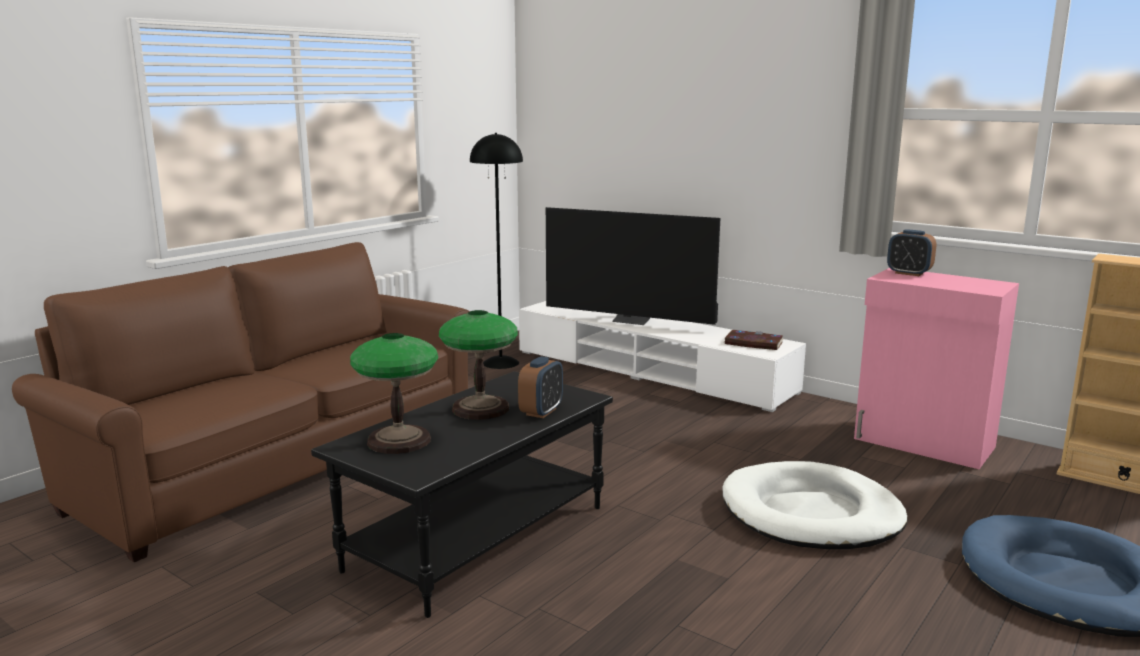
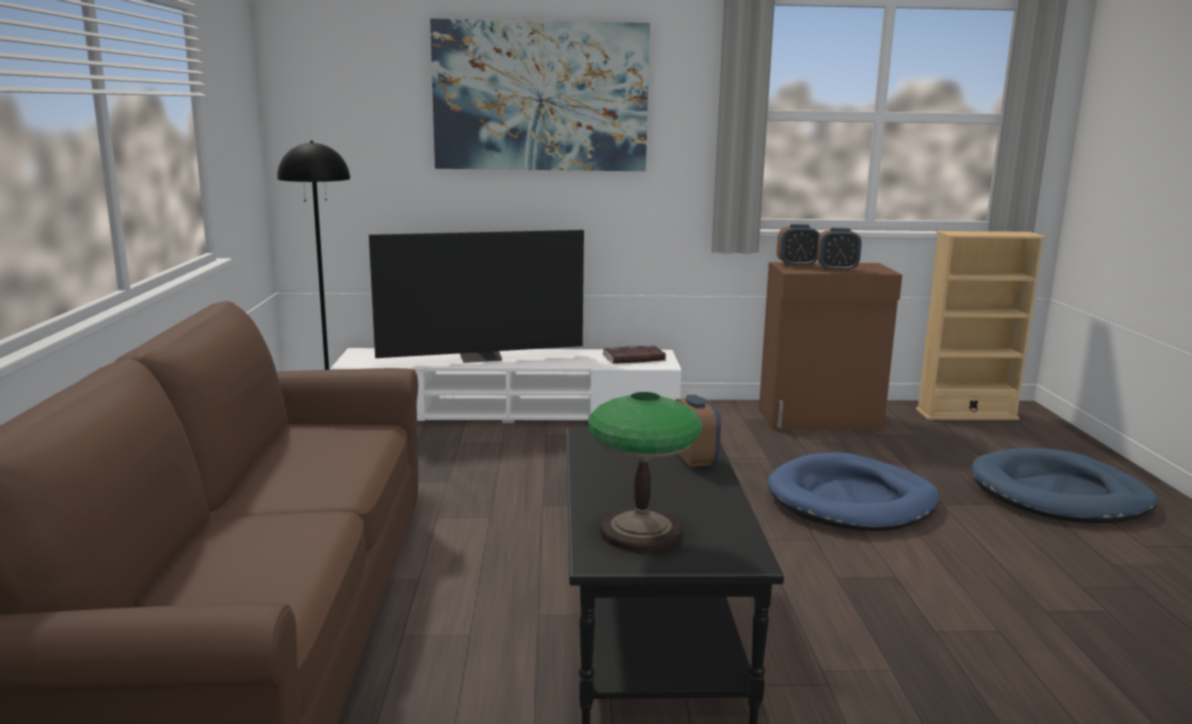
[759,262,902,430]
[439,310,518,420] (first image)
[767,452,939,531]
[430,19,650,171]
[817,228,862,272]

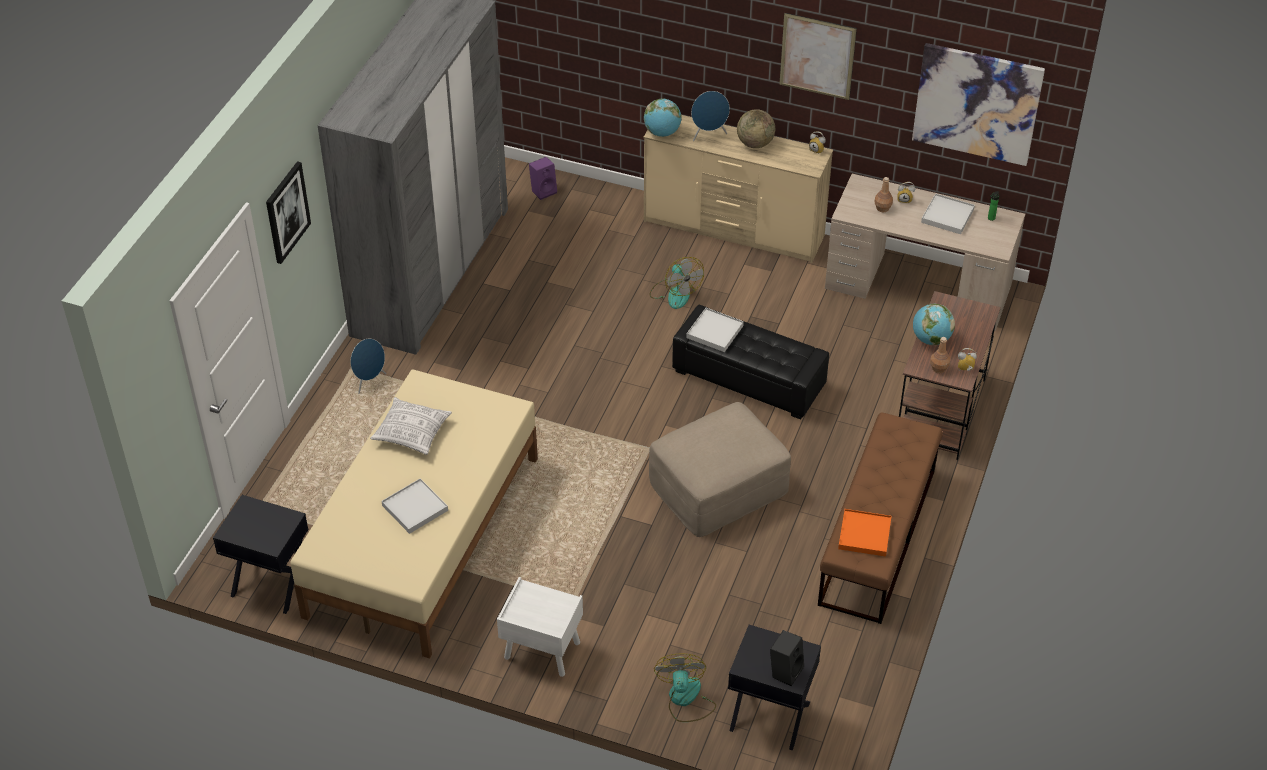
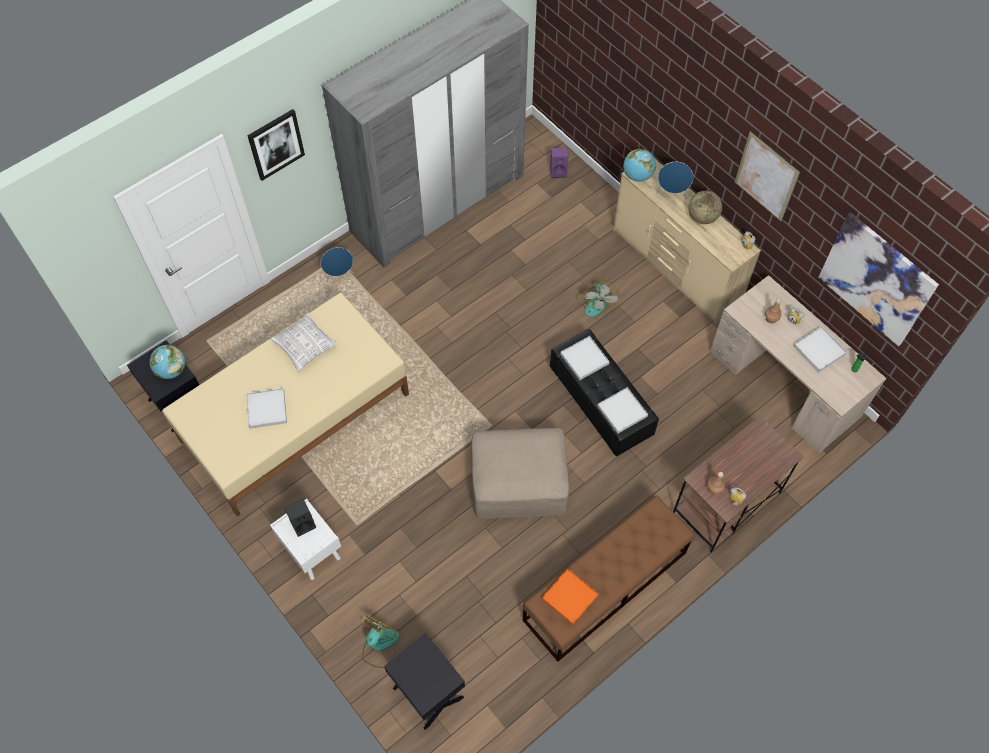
[149,345,185,379]
[285,499,316,537]
[597,387,648,434]

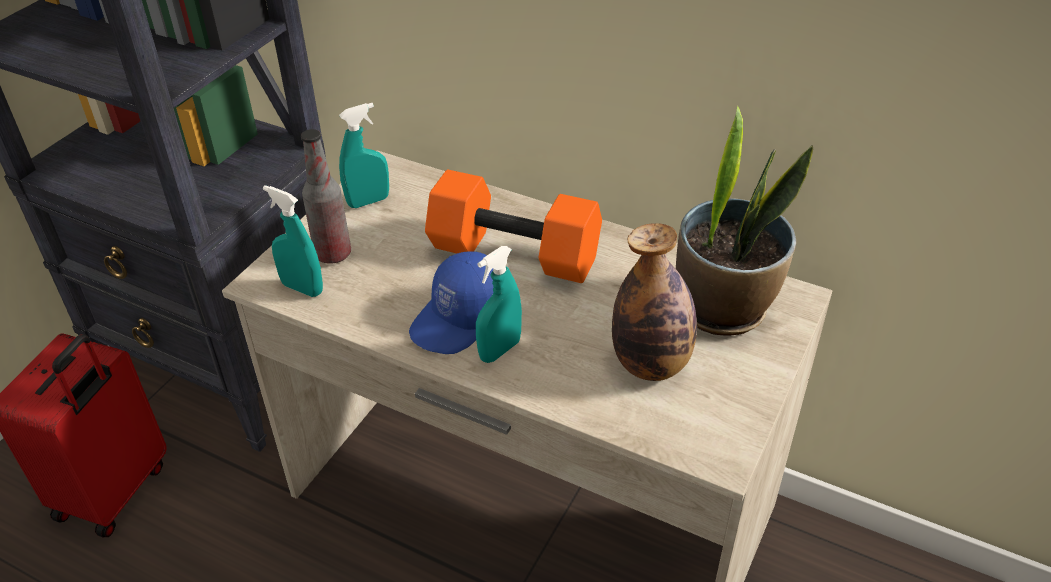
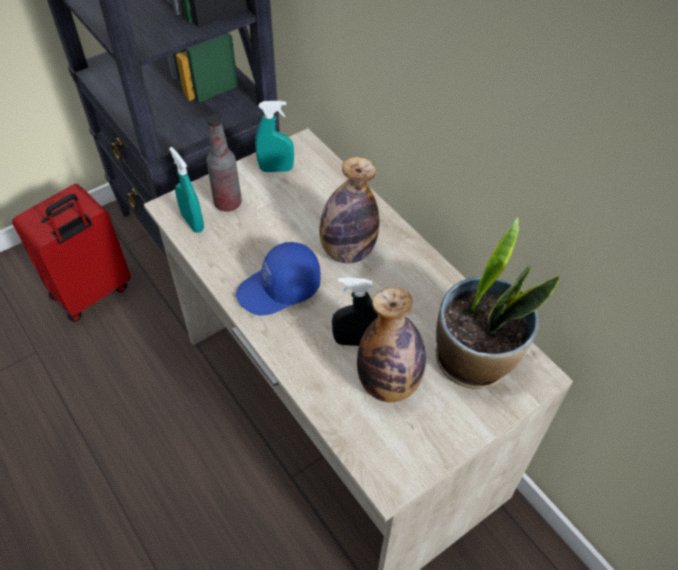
[319,157,379,264]
[476,246,522,363] (first image)
[332,277,378,346]

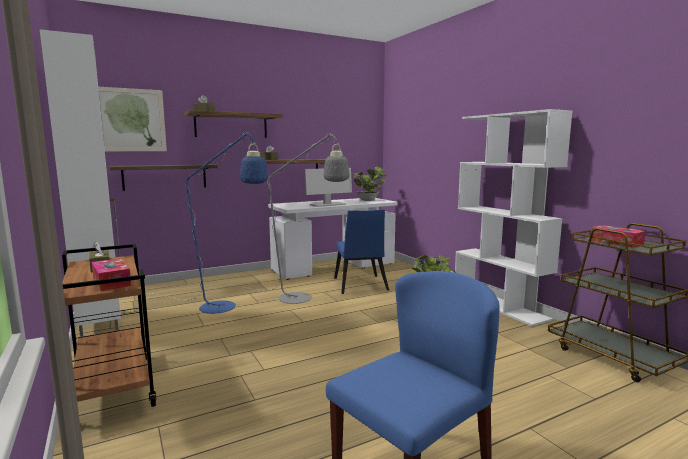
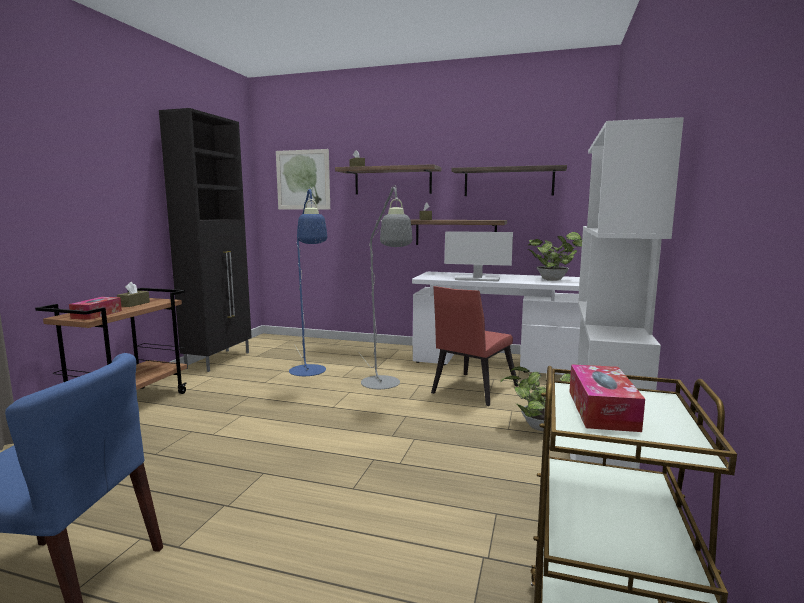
[159,108,252,372]
[451,165,567,196]
[431,286,519,406]

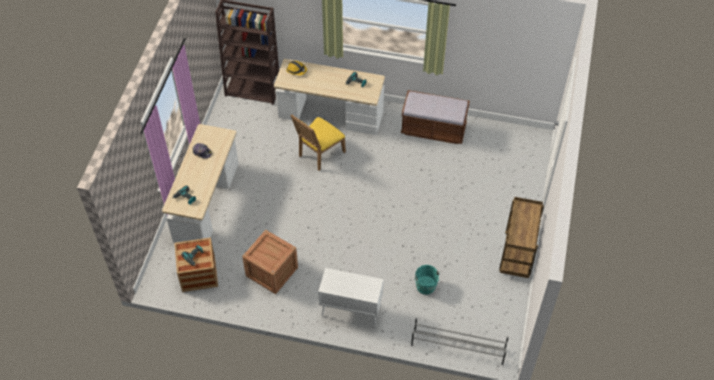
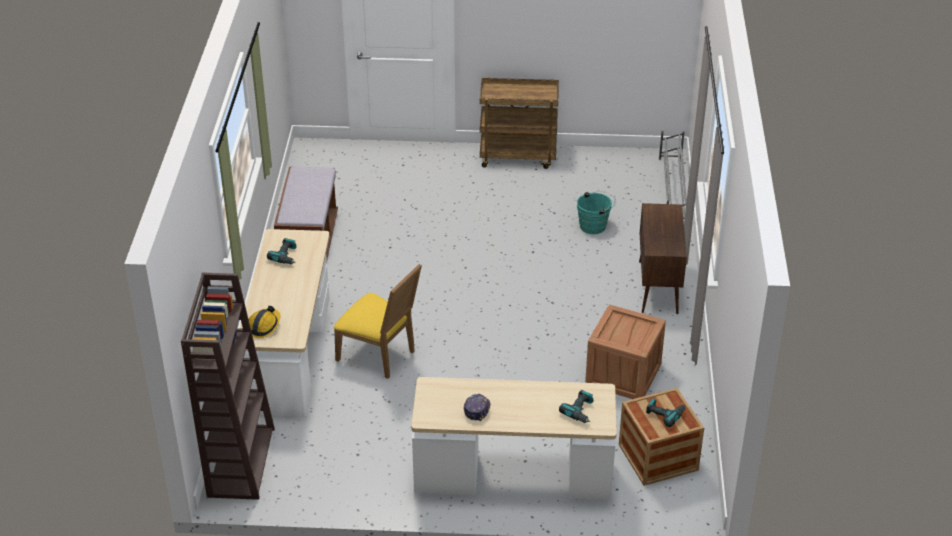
[639,203,687,314]

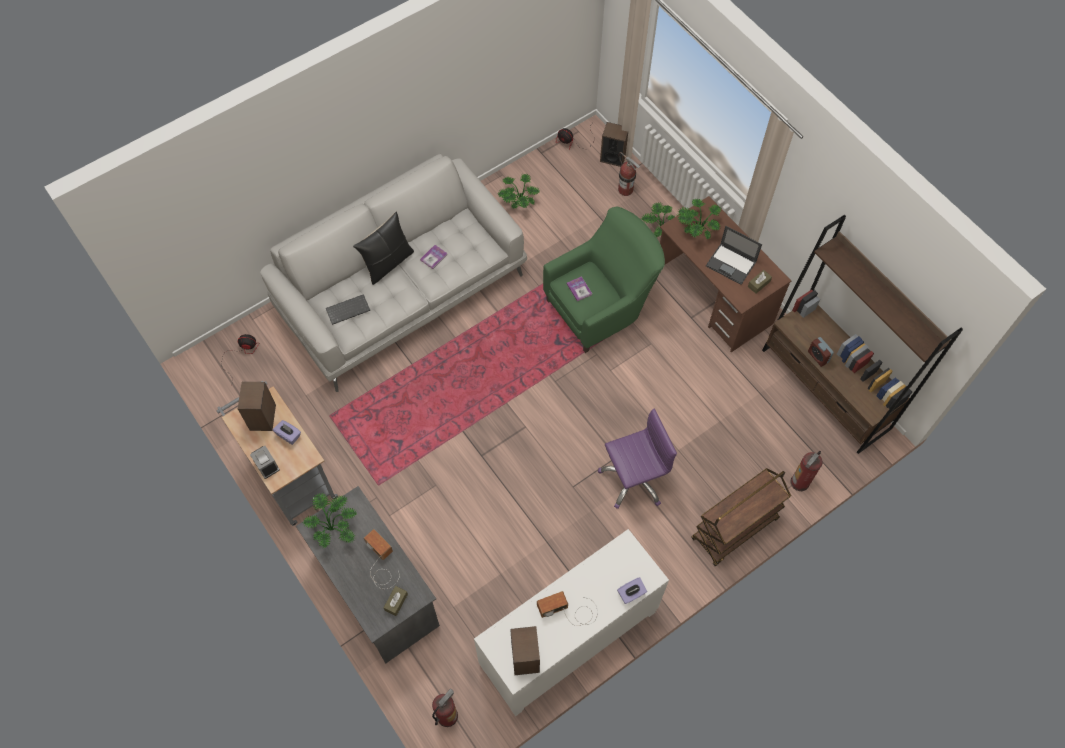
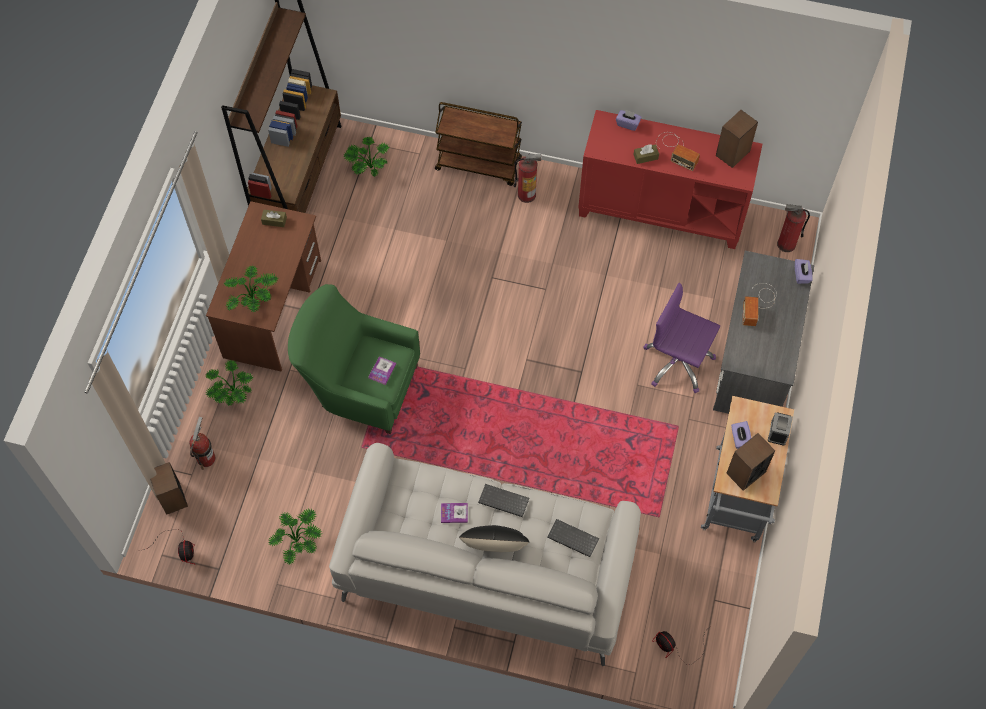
[706,226,762,285] (first image)
[808,337,834,367] (first image)
[644,283,720,393]
[514,154,541,203]
[343,137,389,177]
[578,110,762,249]
[633,144,659,164]
[795,259,813,284]
[478,484,529,517]

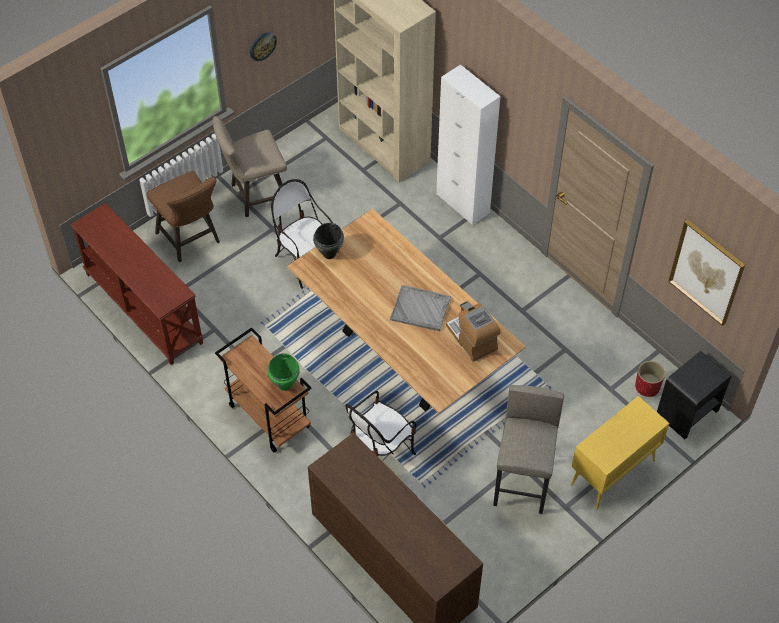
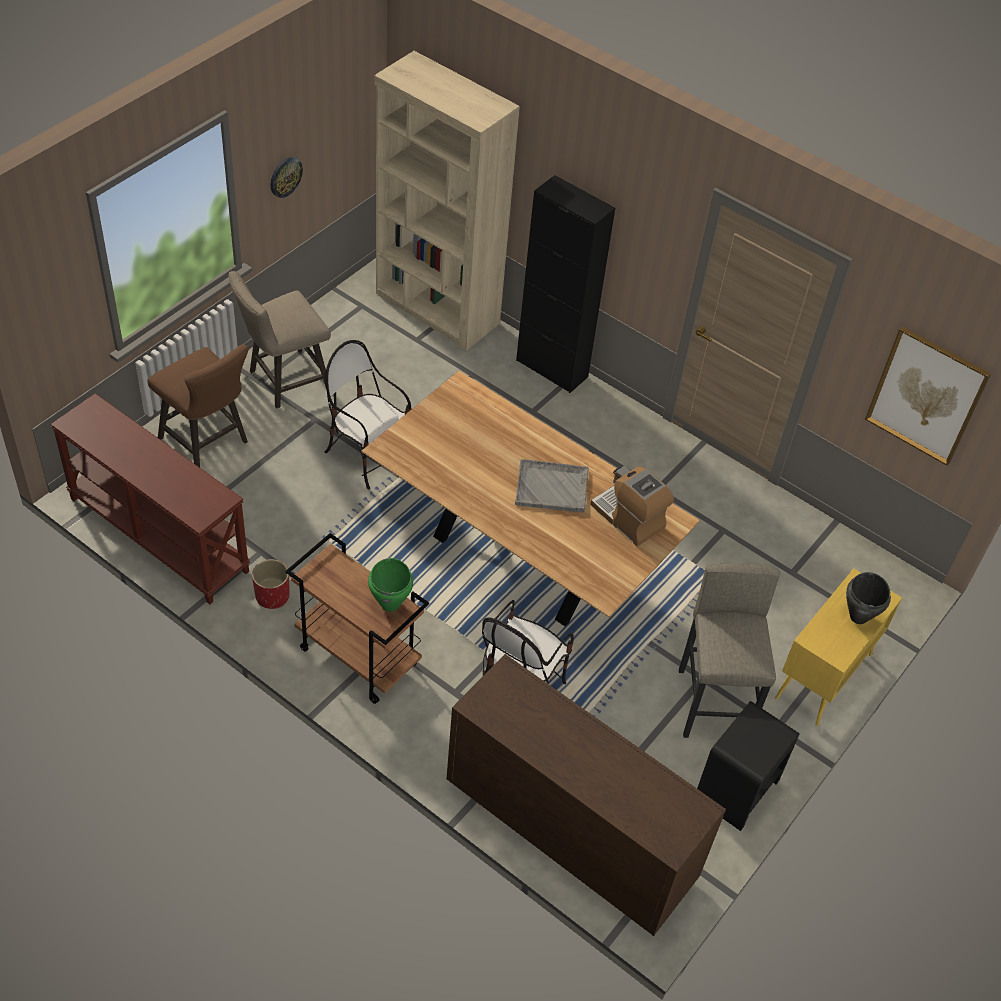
[516,175,615,393]
[846,572,891,624]
[697,701,800,831]
[252,559,289,609]

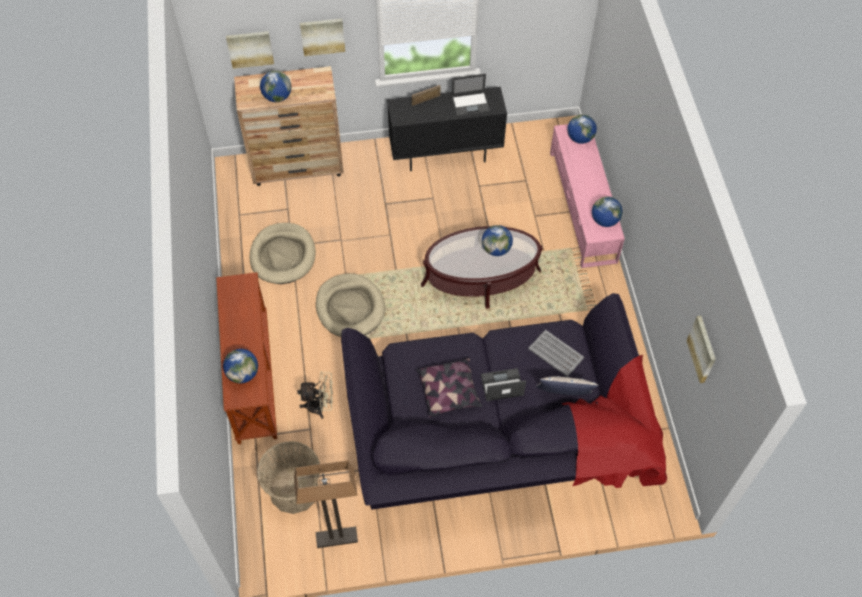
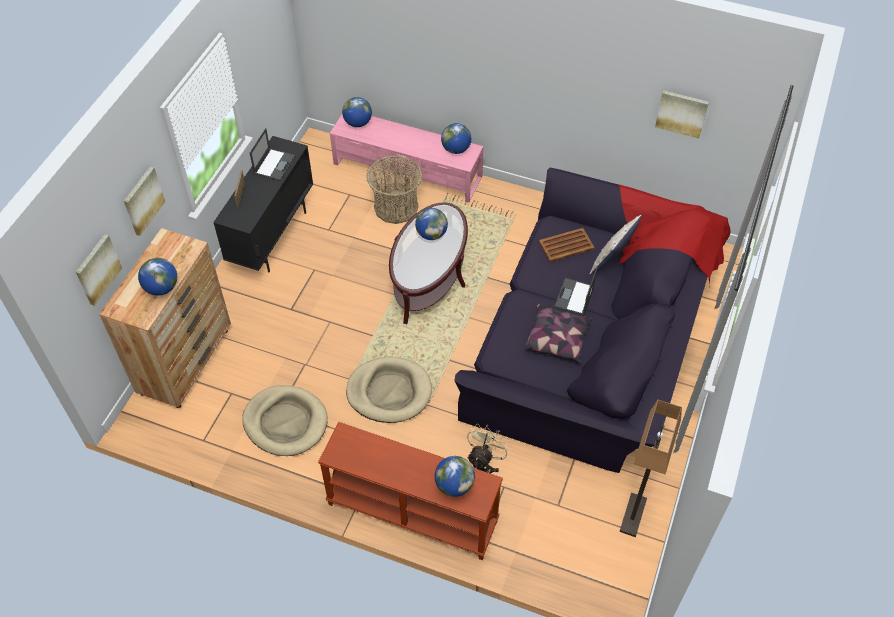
[539,228,595,262]
[366,155,422,224]

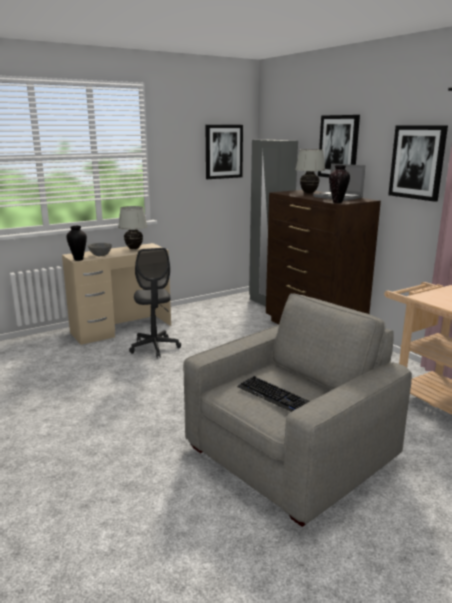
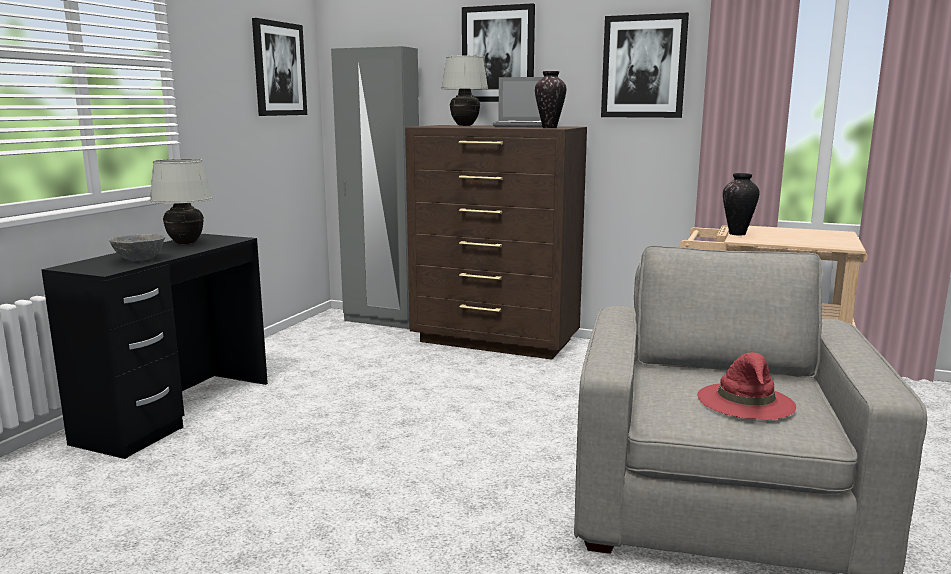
[723,173,760,235]
[41,234,268,459]
[129,248,181,358] (first image)
[697,353,796,420]

